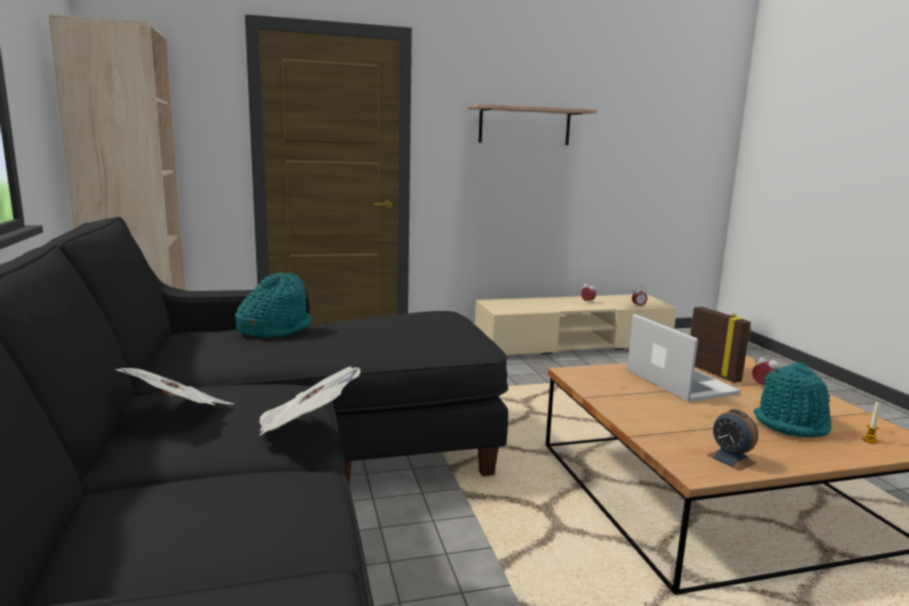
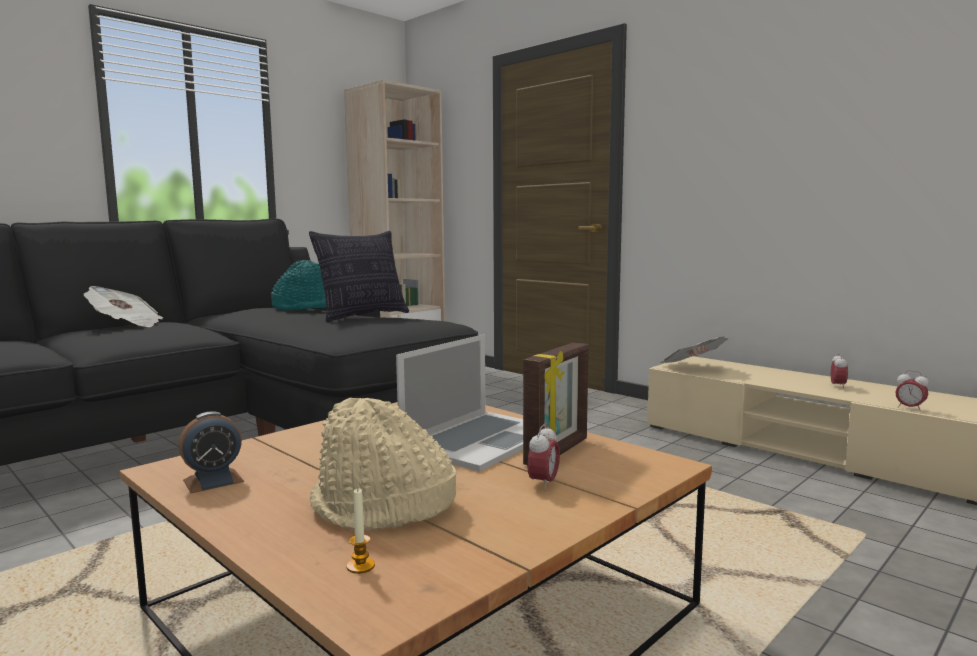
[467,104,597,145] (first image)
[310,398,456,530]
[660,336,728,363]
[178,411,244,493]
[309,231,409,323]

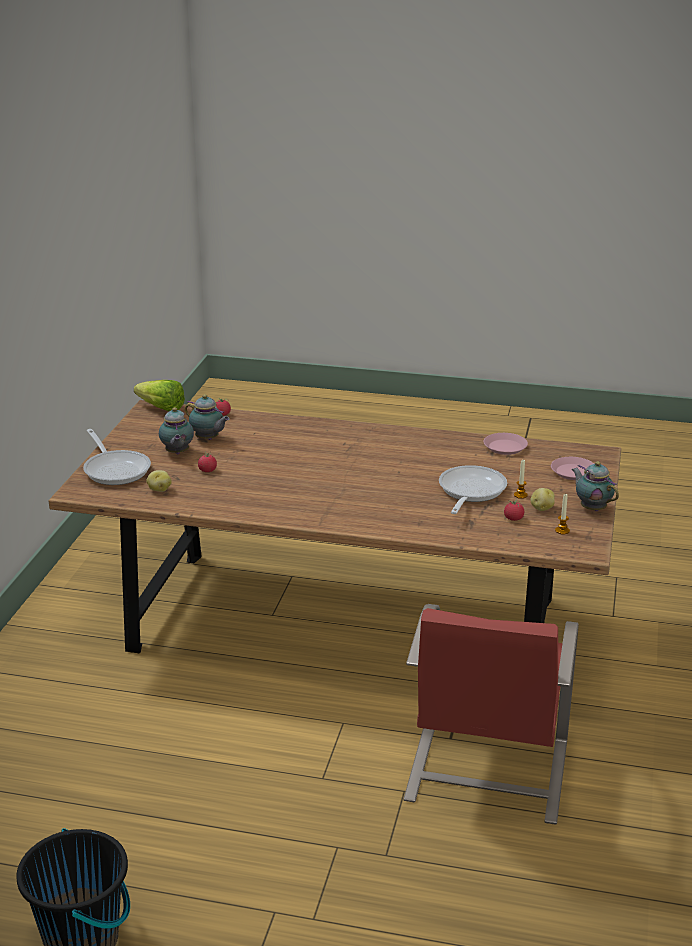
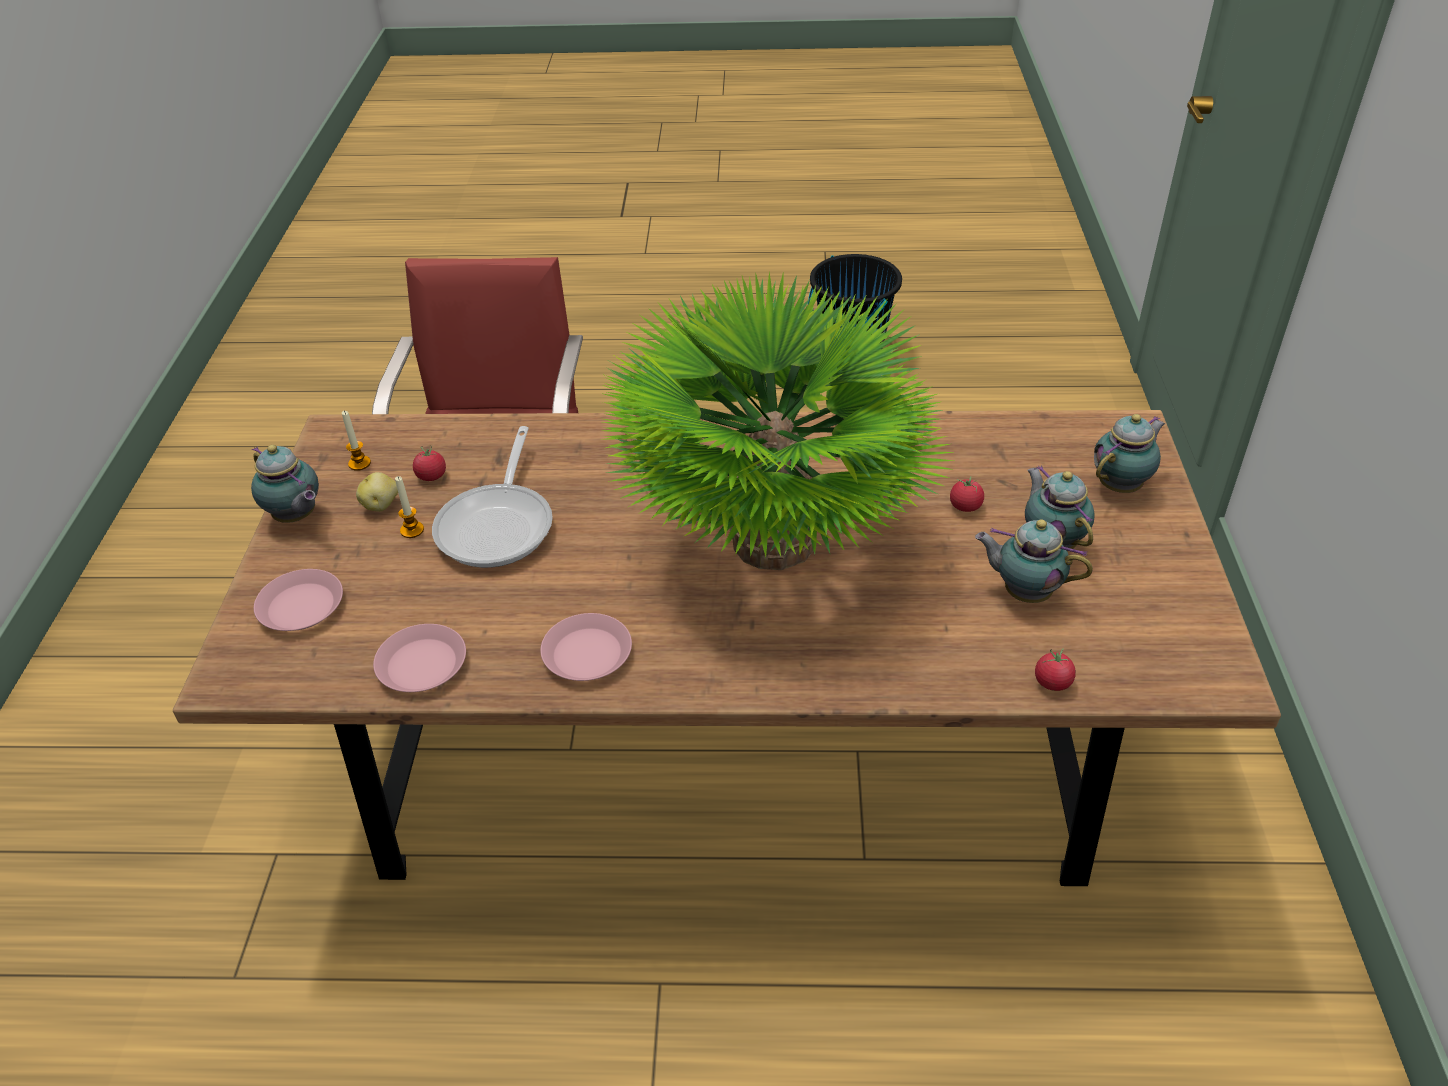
[134,380,185,411] (first image)
[1094,414,1165,493]
[146,470,172,492] (first image)
[601,271,954,570]
[540,613,632,681]

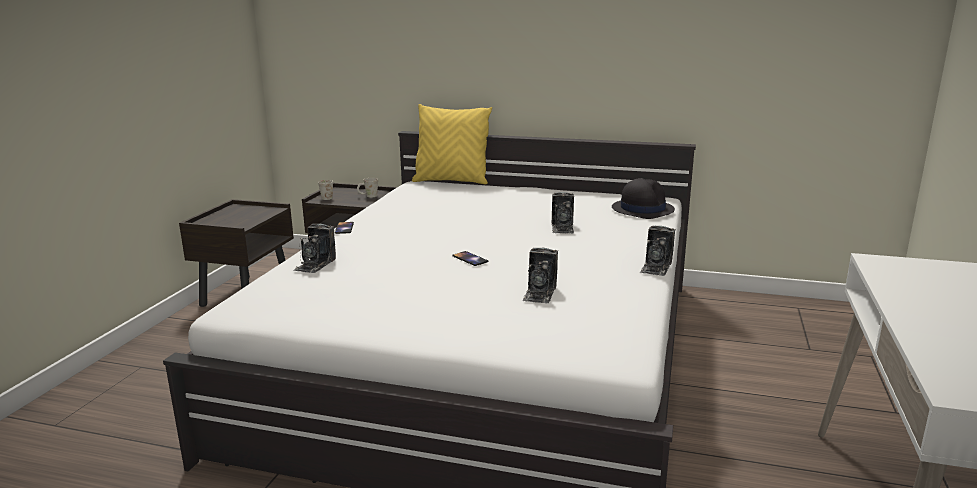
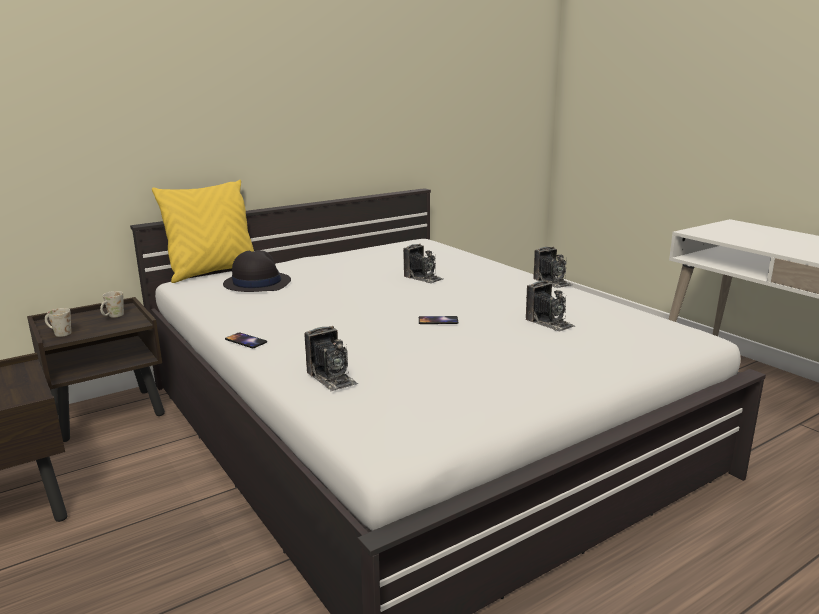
[223,250,291,292]

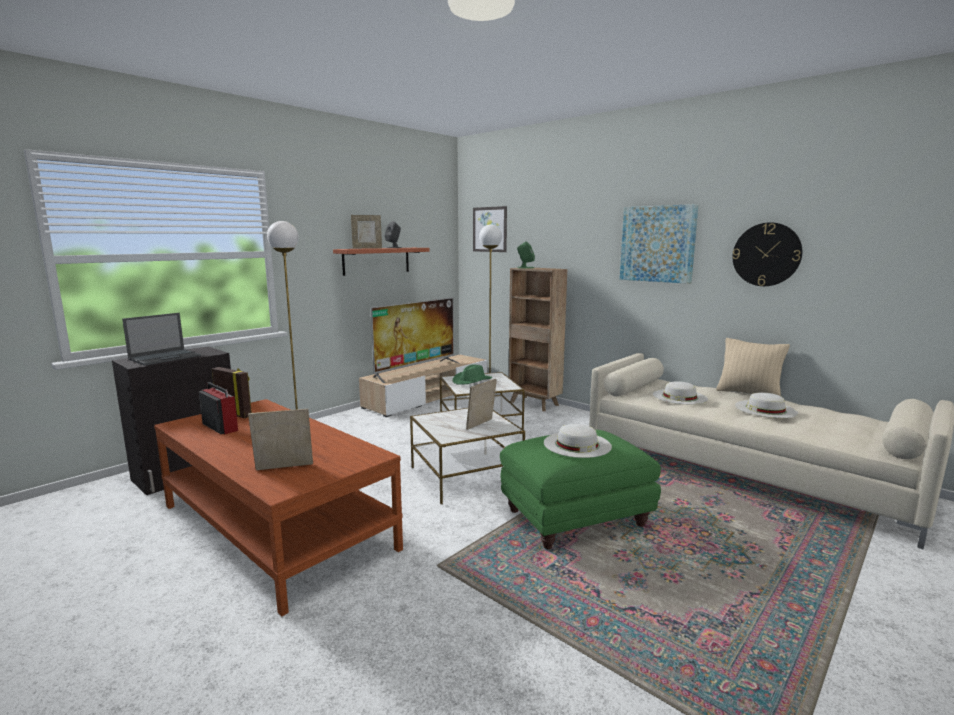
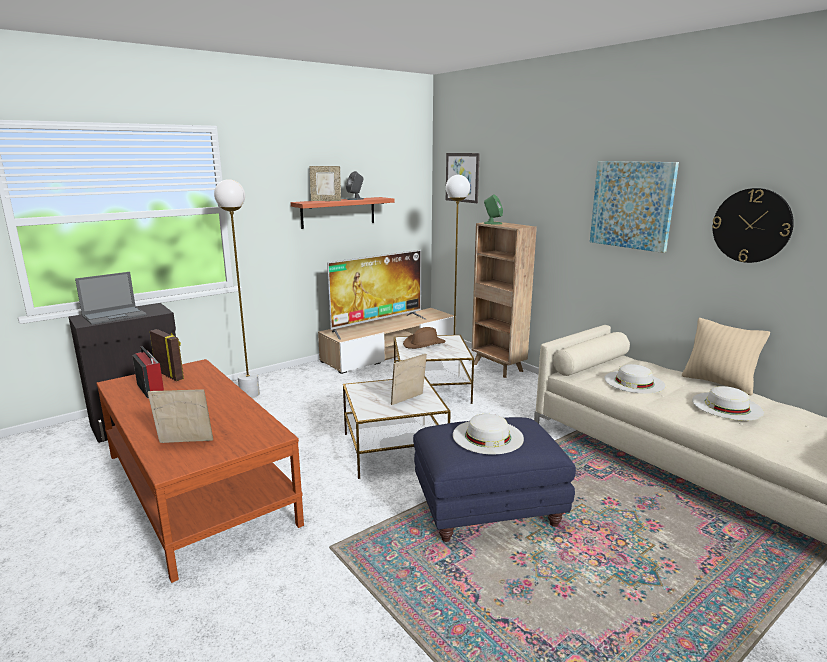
[403,327,446,349]
[413,417,576,542]

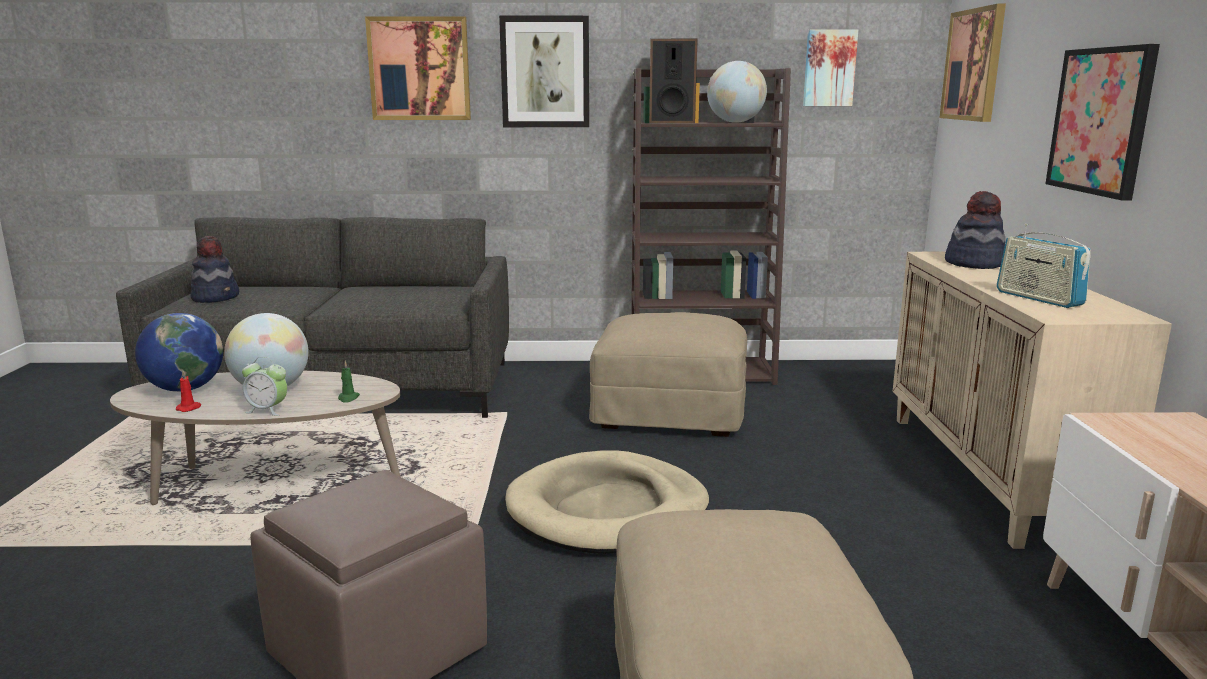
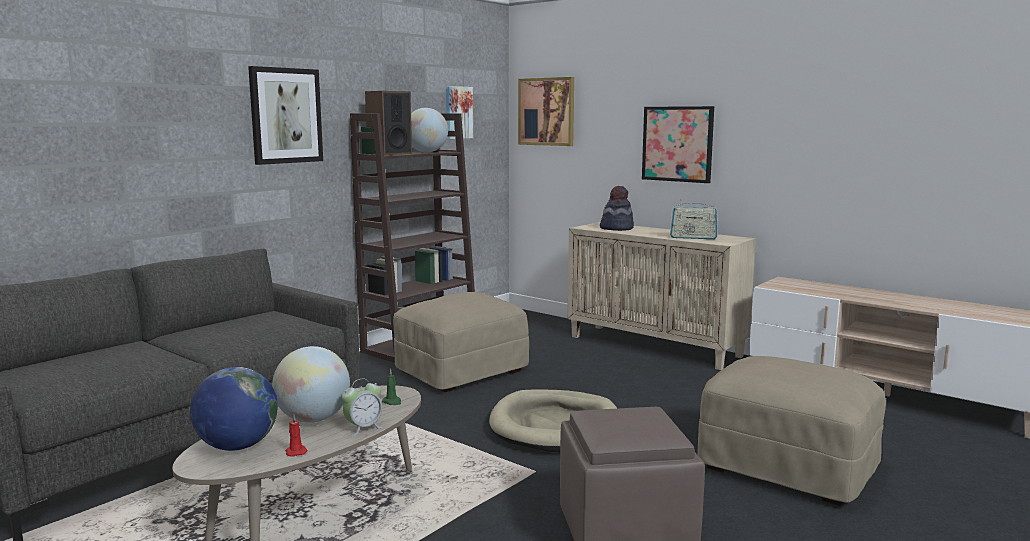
[365,17,471,120] (first image)
[190,236,239,303] (first image)

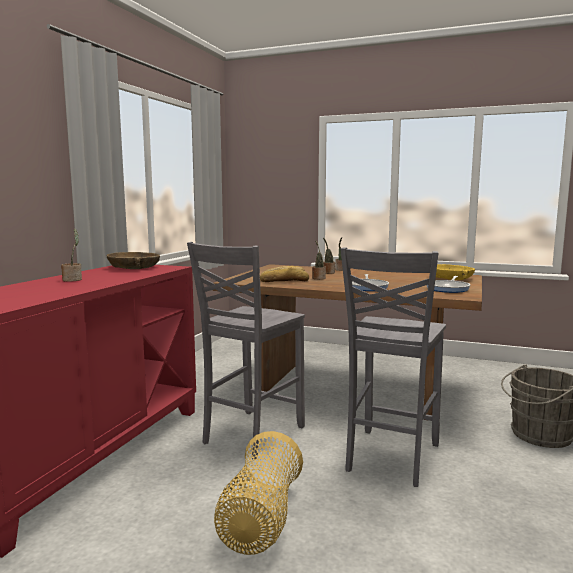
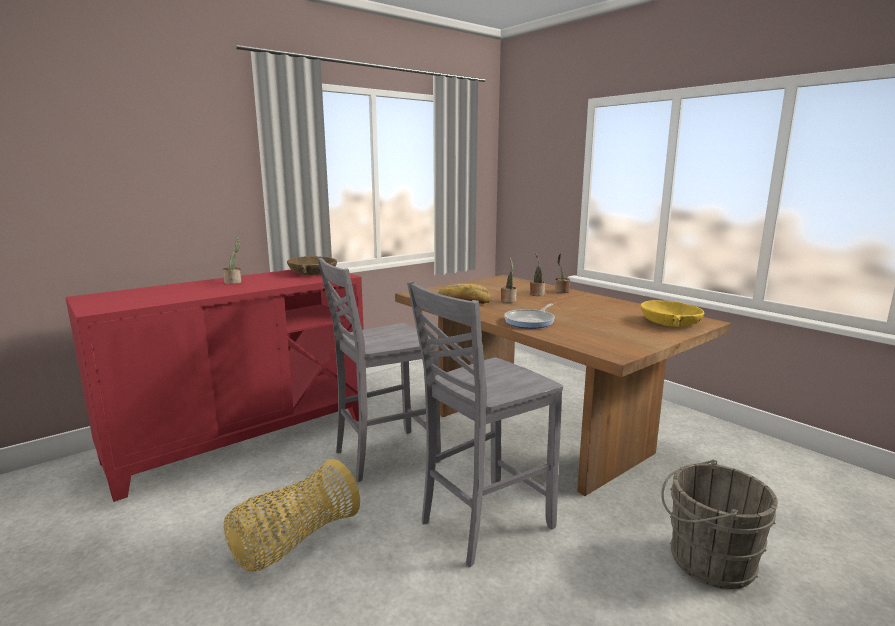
[427,276,470,293] (first image)

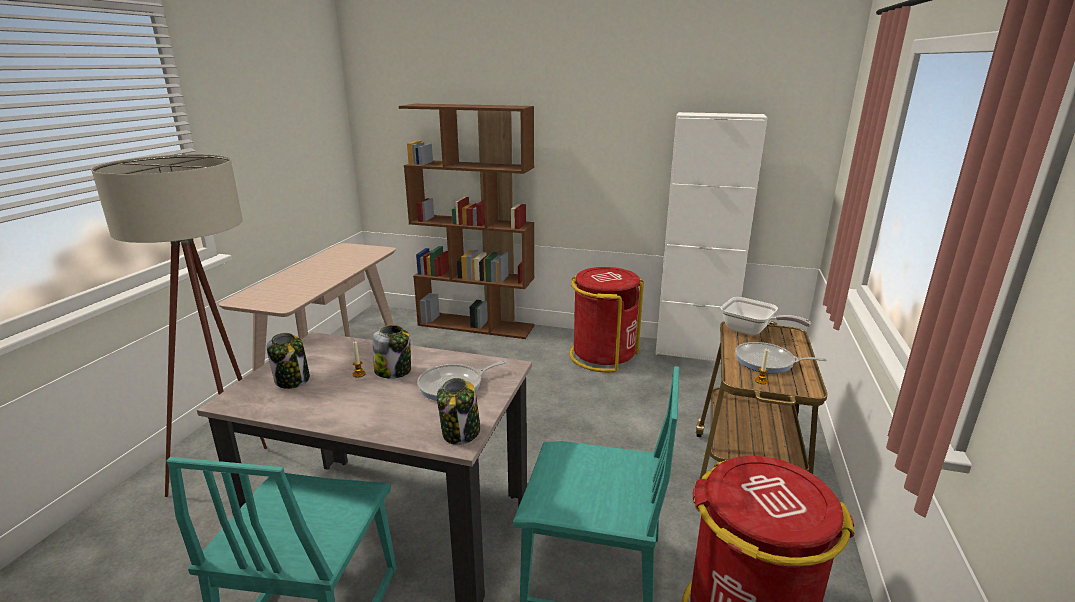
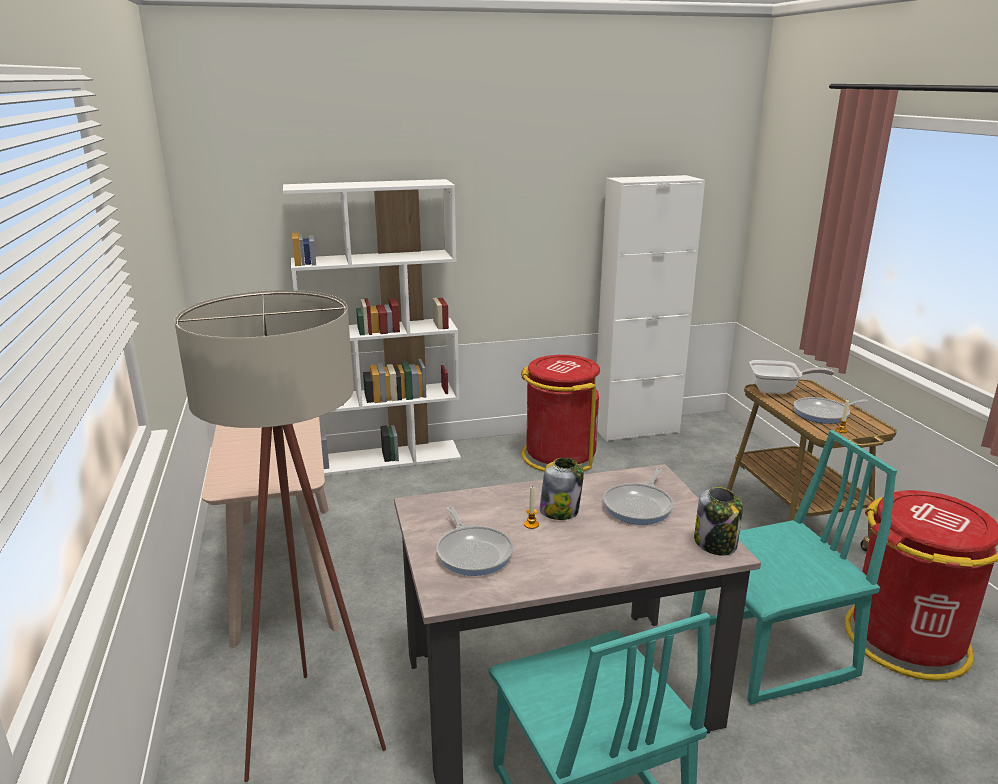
[283,179,461,476]
[436,506,513,576]

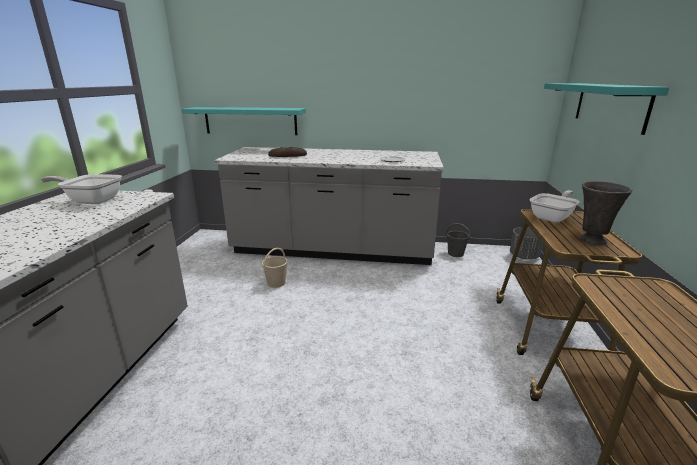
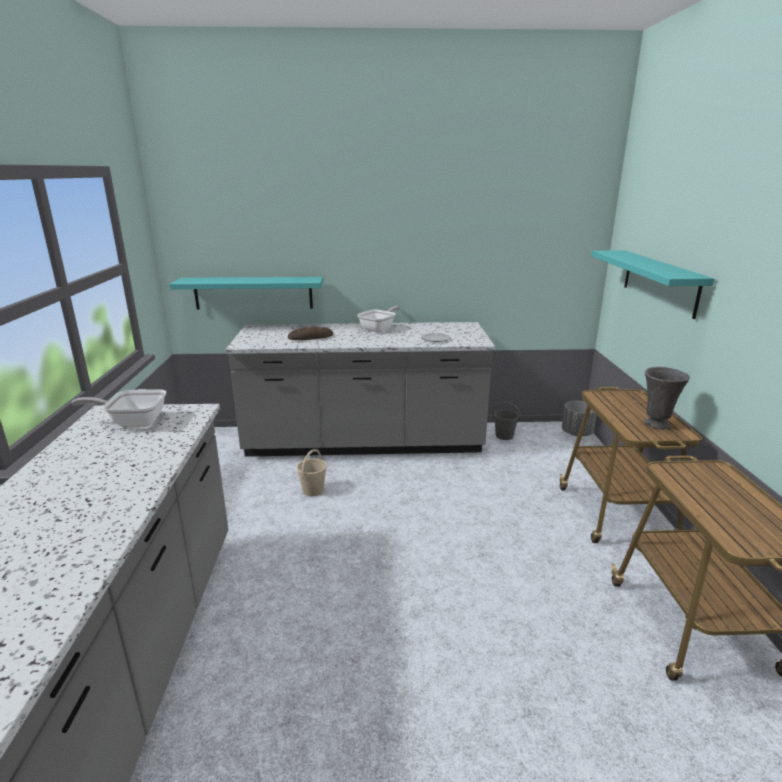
[357,306,400,332]

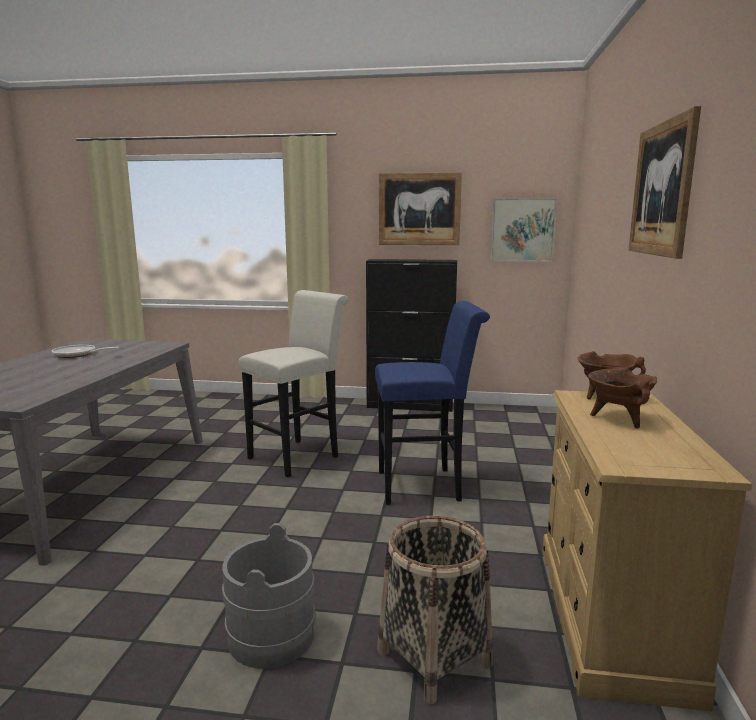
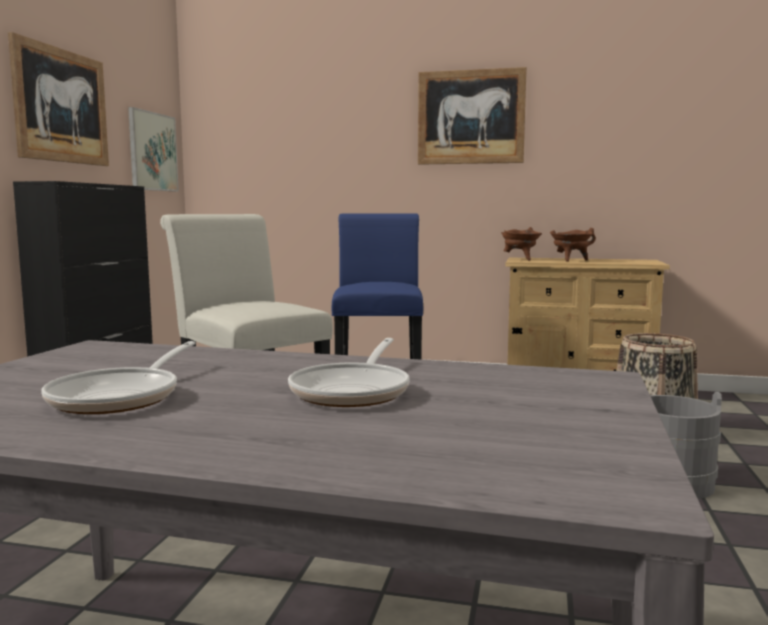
[288,338,410,407]

